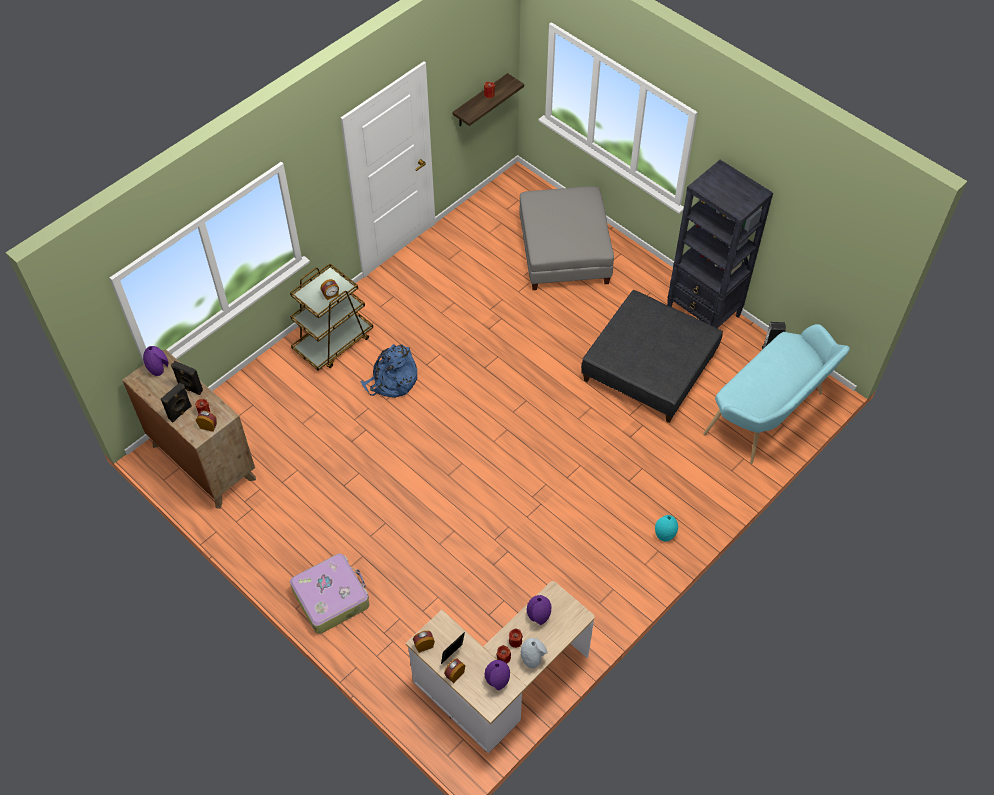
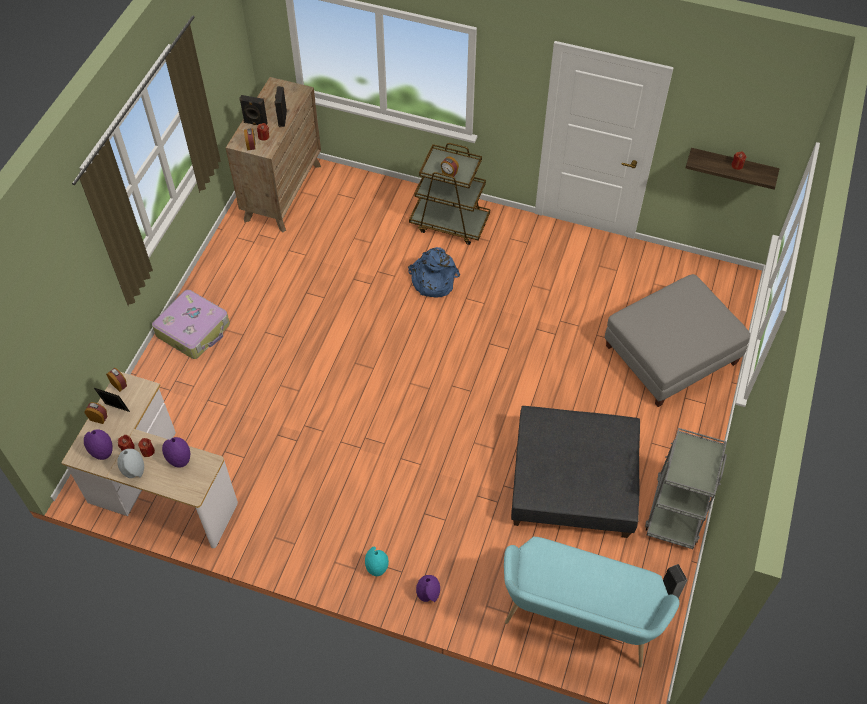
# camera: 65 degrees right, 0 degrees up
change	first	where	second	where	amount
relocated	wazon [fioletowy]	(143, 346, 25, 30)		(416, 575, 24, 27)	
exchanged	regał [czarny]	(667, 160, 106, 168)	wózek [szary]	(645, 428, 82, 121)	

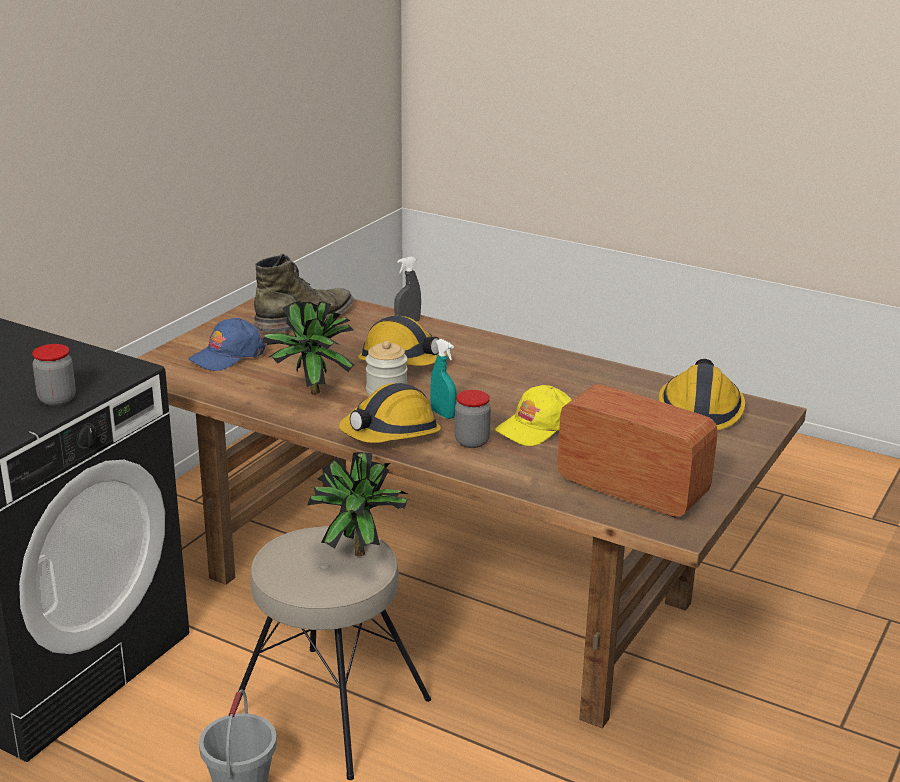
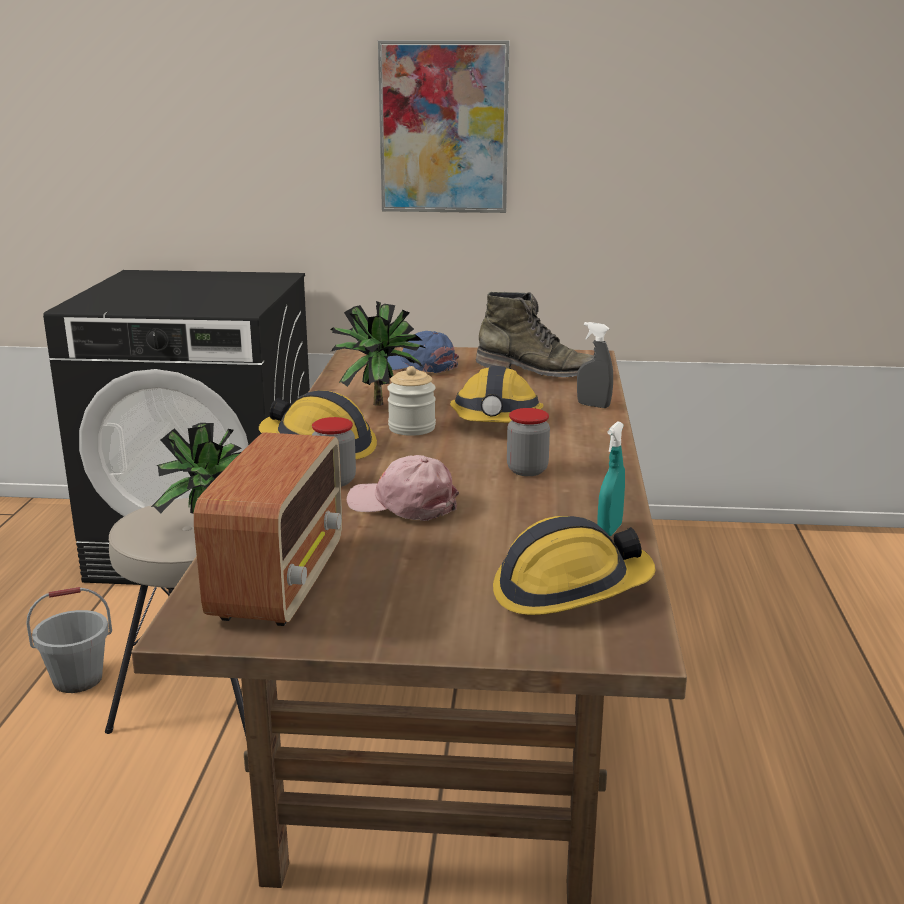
# camera: 65 degrees right, 5 degrees down
change	first	where	second	where	amount
appeared			obraz	(378, 40, 131, 173)	
relocated	słoik	(32, 344, 44, 62)		(507, 408, 43, 68)	
relocated	spryskiwacz [turkusowy]	(430, 339, 27, 80)		(597, 421, 28, 115)	
colour	czapka z daszkiem [żółty]	(495, 385, 77, 61)	czapka z daszkiem [różowy]	(347, 455, 112, 66)	

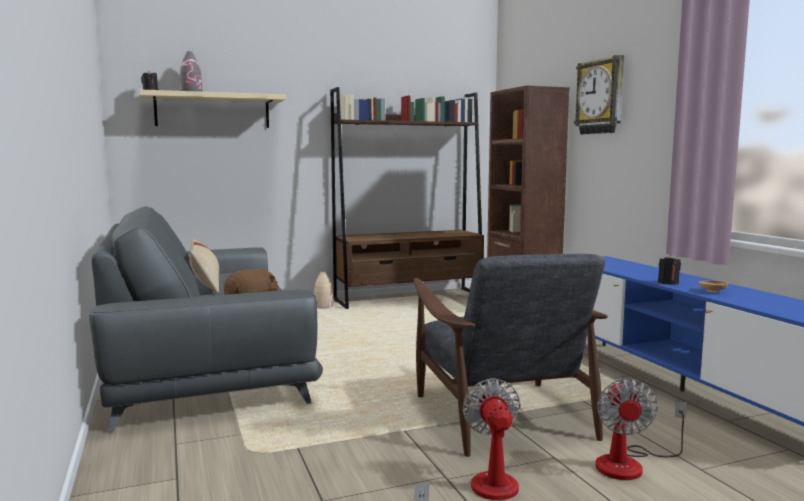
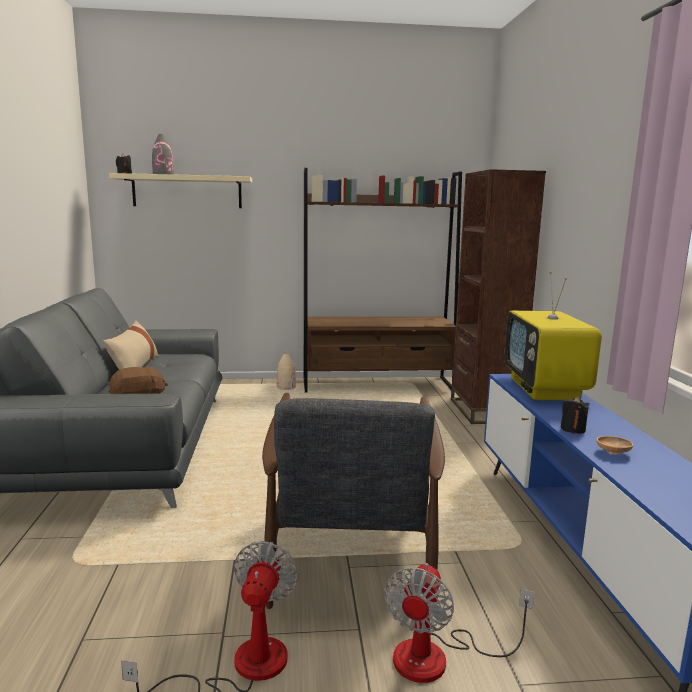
# camera: 15 degrees right, 5 degrees up
change	first	where	second	where	amount
missing	zegar ścienny	(574, 55, 50, 79)			
appeared			telewizor	(504, 272, 98, 128)	

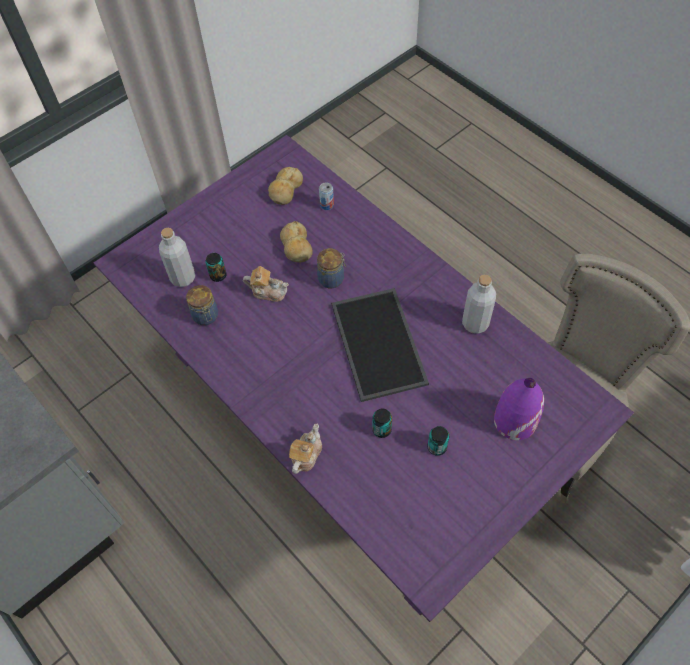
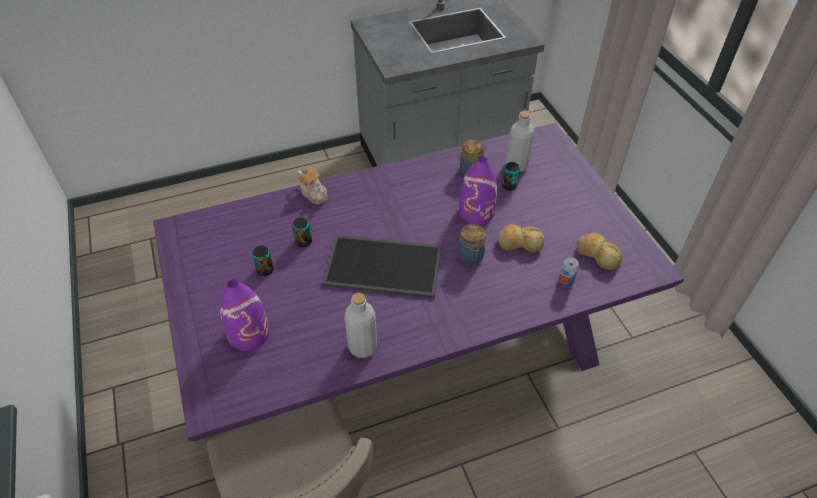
# camera: 110 degrees right, 10 degrees down
change	first	where	second	where	amount
exchanged	imbryk	(243, 266, 46, 36)	wazon [fioletowy]	(459, 157, 38, 67)	

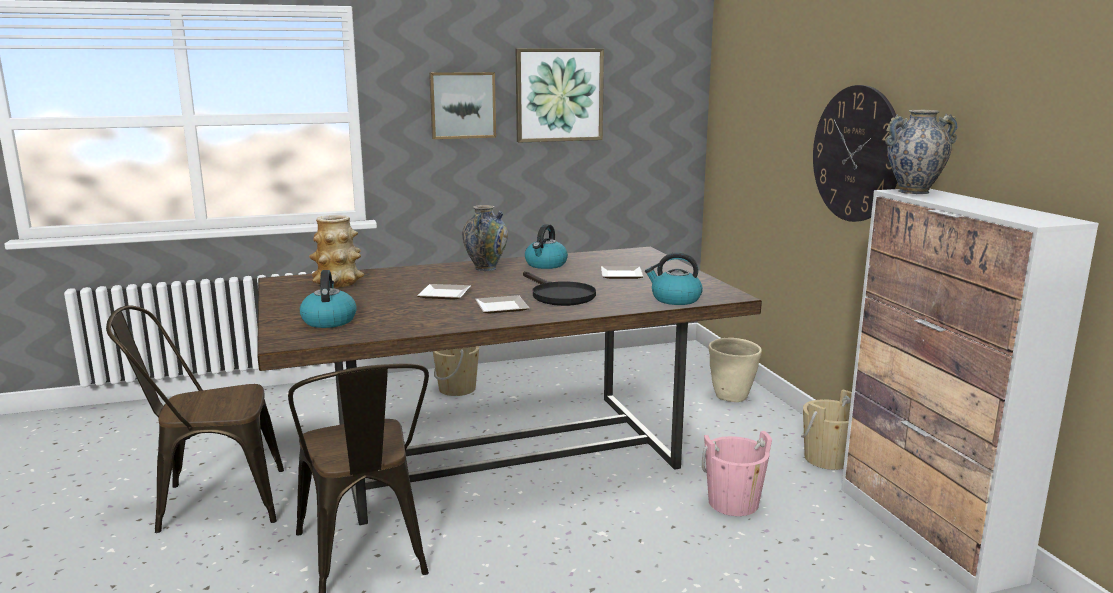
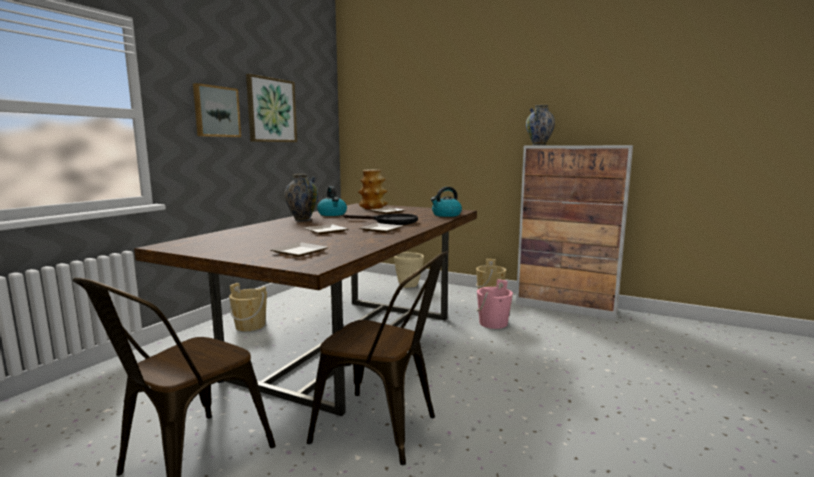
# camera: 45 degrees left, 5 degrees down
change	first	where	second	where	amount
missing	zegar ścienny	(813, 85, 87, 137)			
relocated	wazon	(309, 215, 55, 73)		(358, 169, 30, 41)	
exchanged	czajnik	(300, 270, 57, 58)	talerz	(270, 242, 59, 15)	

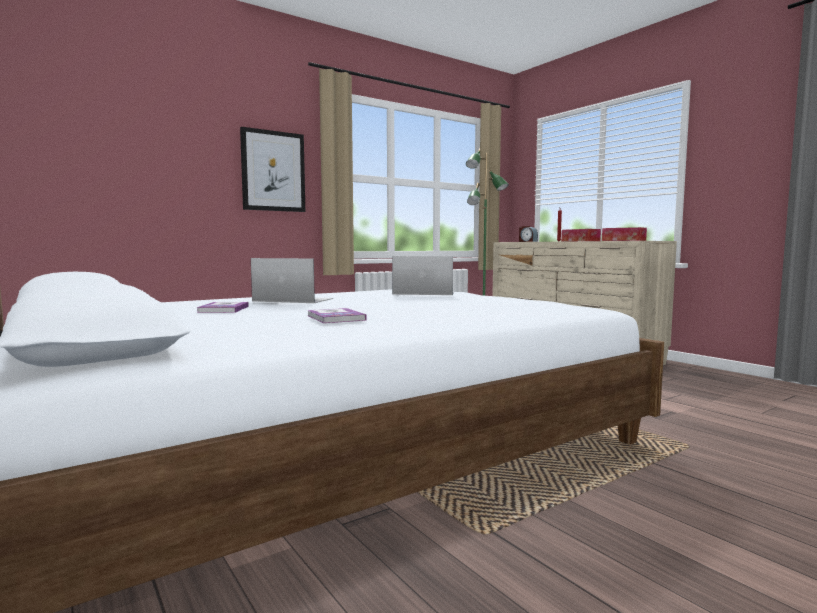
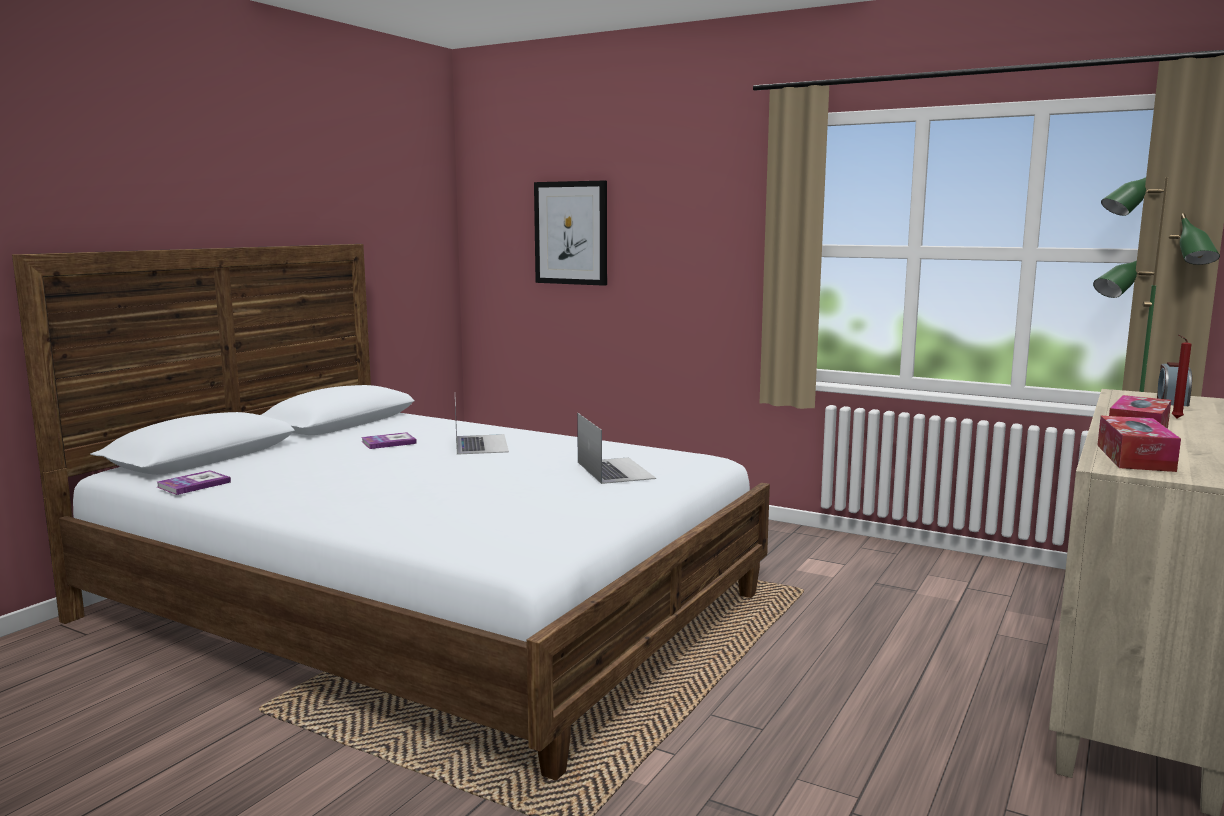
# camera: 65 degrees right, 5 degrees up
change	first	where	second	where	amount
relocated	obraz	(240, 127, 65, 85)		(534, 181, 73, 105)	
relocated	książka	(308, 308, 58, 15)		(157, 470, 74, 25)	

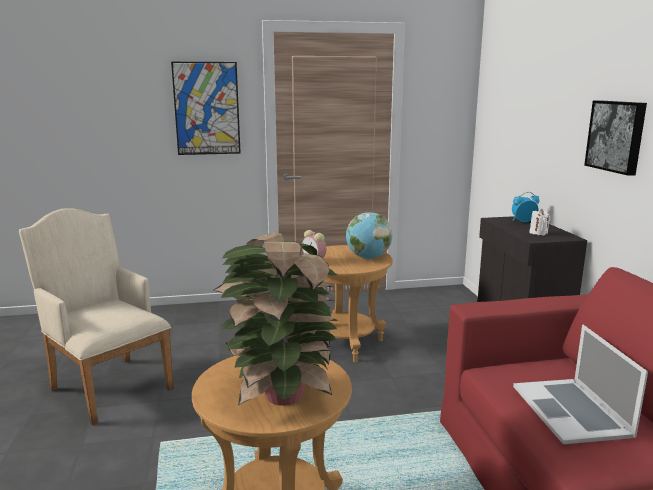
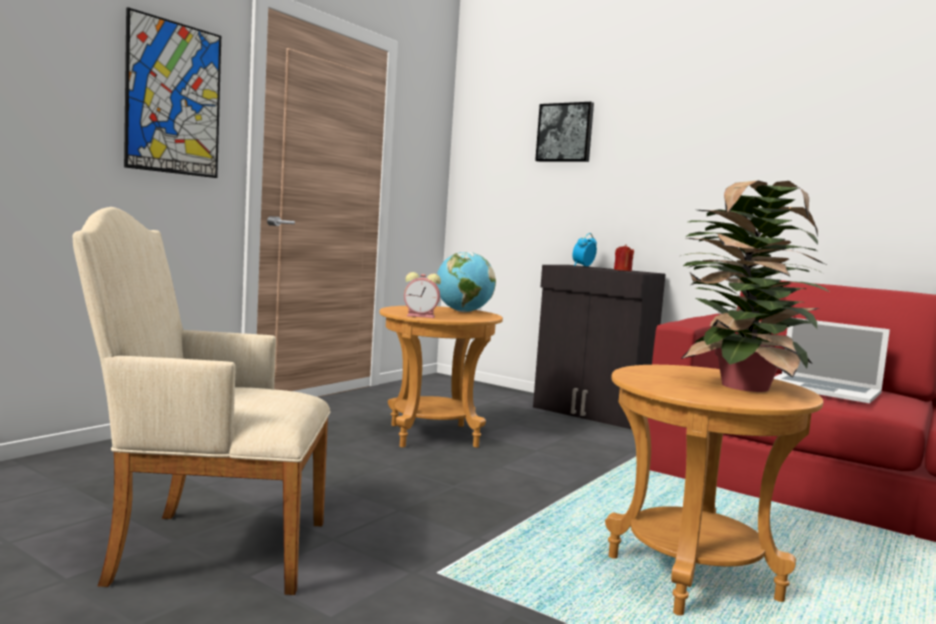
# camera: 45 degrees left, 10 degrees down
change	first	where	second	where	amount
relocated	obraz	(584, 100, 63, 76)		(535, 102, 59, 60)	
colour	świeca [biały]	(529, 209, 21, 27)	świeca [czerwony]	(614, 244, 20, 27)	

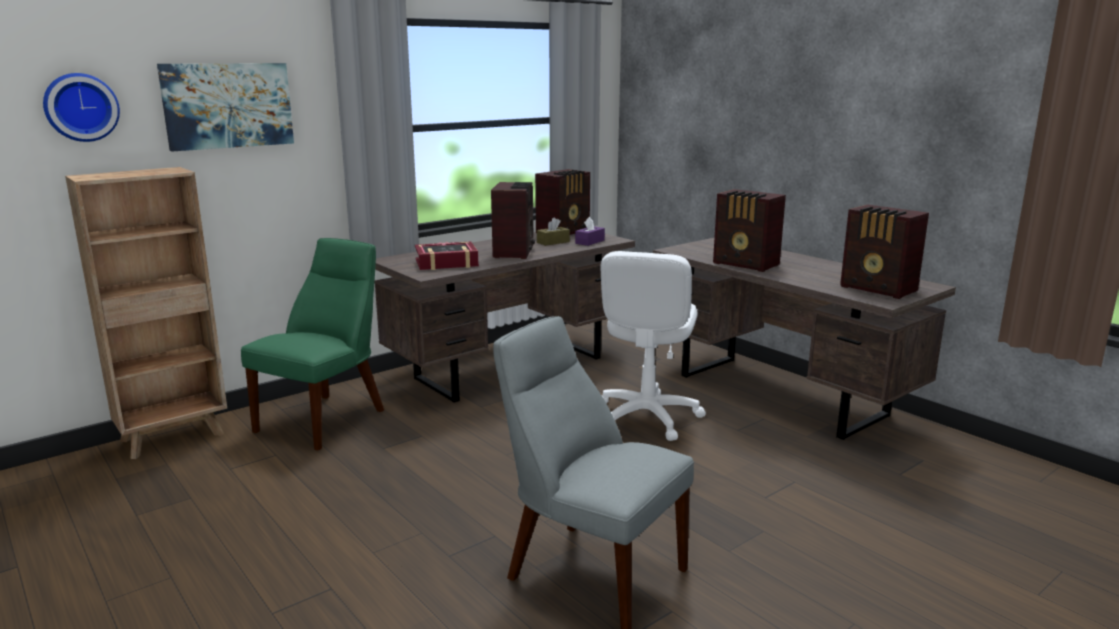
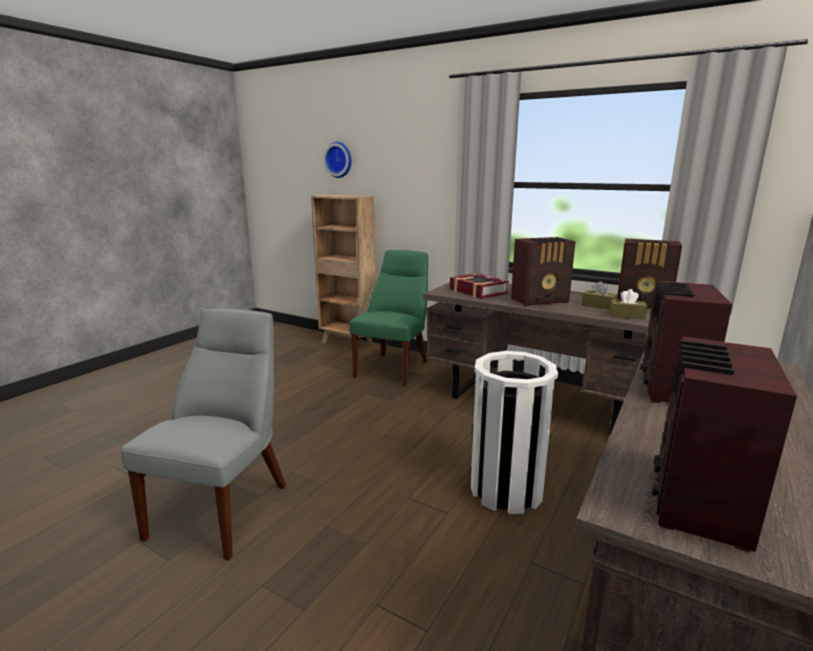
# camera: 70 degrees right, 0 degrees up
change	first	where	second	where	amount
missing	obraz	(157, 63, 137, 88)			
exchanged	krzesło biurowe [biały]	(600, 251, 106, 190)	kosz na śmieci [biały]	(471, 351, 87, 163)	
colour	pudełko chusteczek [fioletowy]	(575, 217, 30, 29)	pudełko chusteczek [brązowy]	(610, 289, 38, 31)	
spun	krzesło [zielony]	(241, 238, 143, 213)		(349, 250, 79, 136)	75 degrees counterclockwise

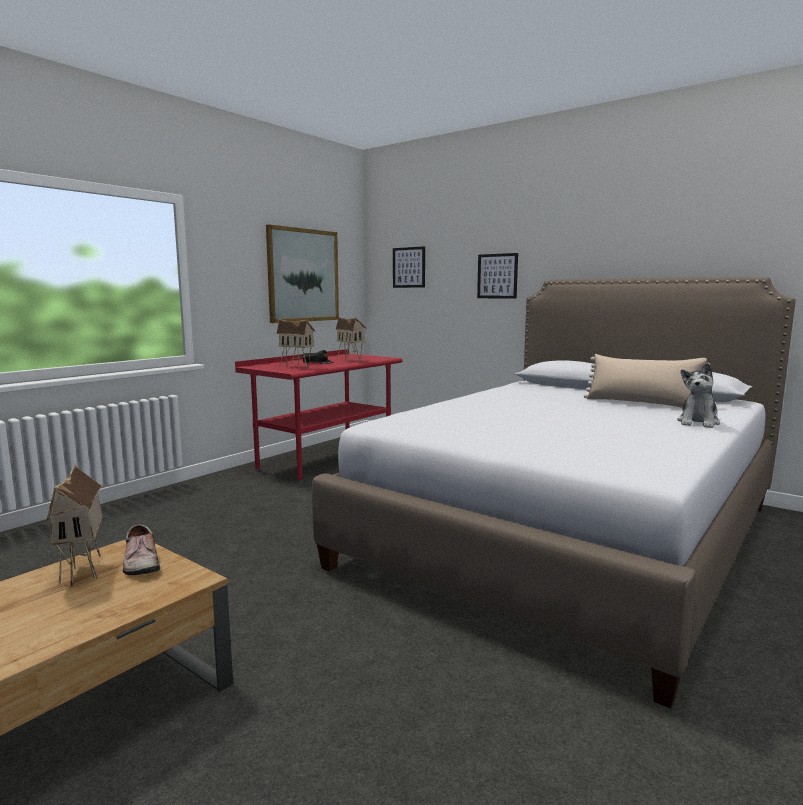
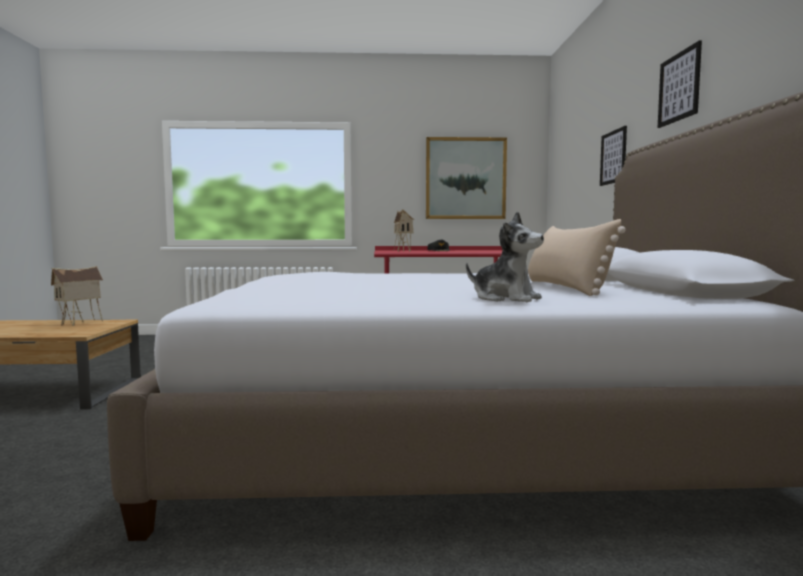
# camera: 50 degrees right, 5 degrees down
change	first	where	second	where	amount
missing	but	(123, 525, 37, 50)			
missing	domek	(335, 317, 31, 46)			
relocated	obraz	(393, 246, 32, 42)		(658, 40, 44, 88)	
spun	pluszak	(677, 363, 43, 65)		(466, 211, 78, 92)	135 degrees counterclockwise

